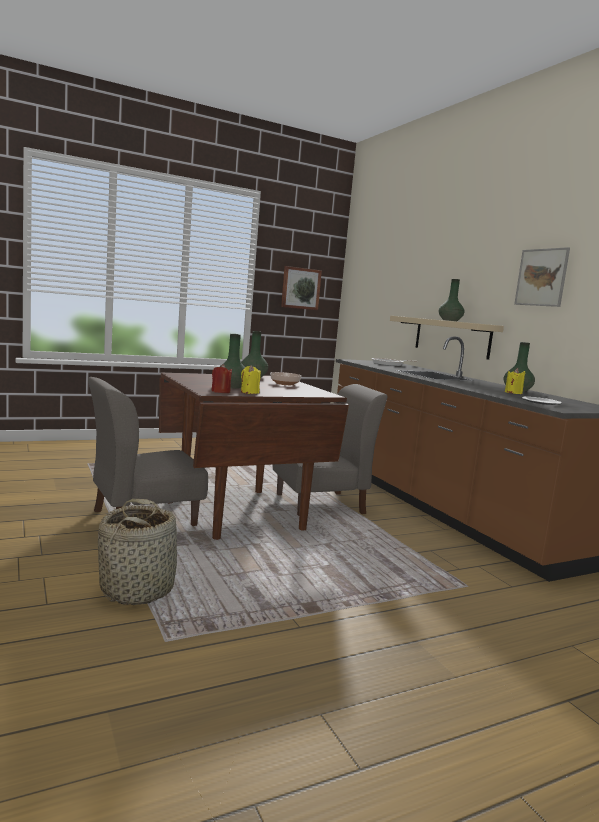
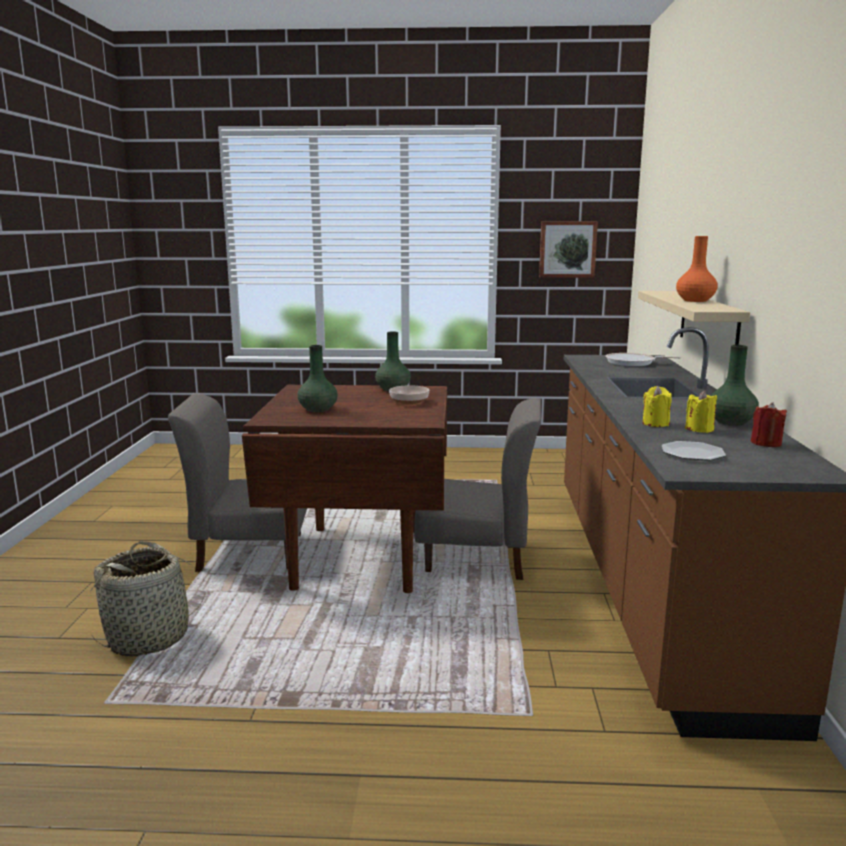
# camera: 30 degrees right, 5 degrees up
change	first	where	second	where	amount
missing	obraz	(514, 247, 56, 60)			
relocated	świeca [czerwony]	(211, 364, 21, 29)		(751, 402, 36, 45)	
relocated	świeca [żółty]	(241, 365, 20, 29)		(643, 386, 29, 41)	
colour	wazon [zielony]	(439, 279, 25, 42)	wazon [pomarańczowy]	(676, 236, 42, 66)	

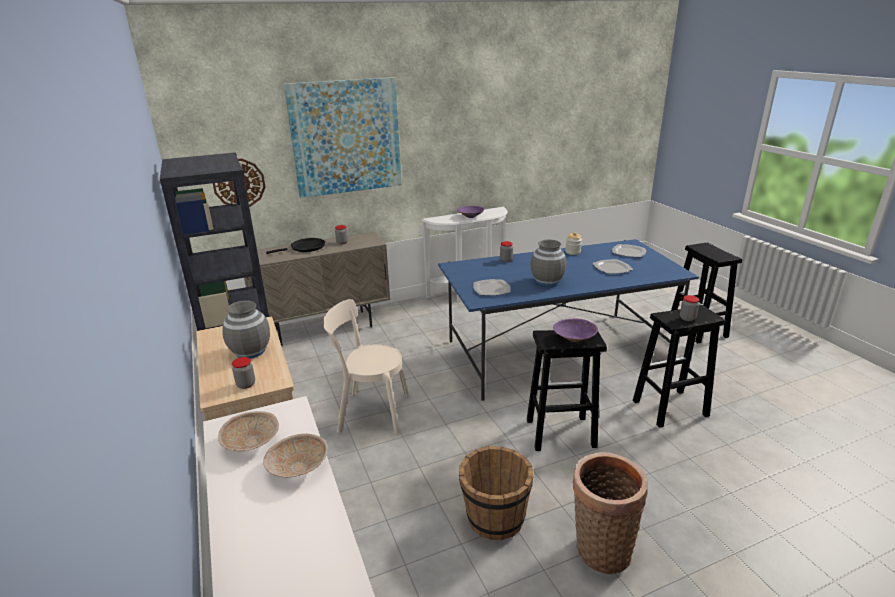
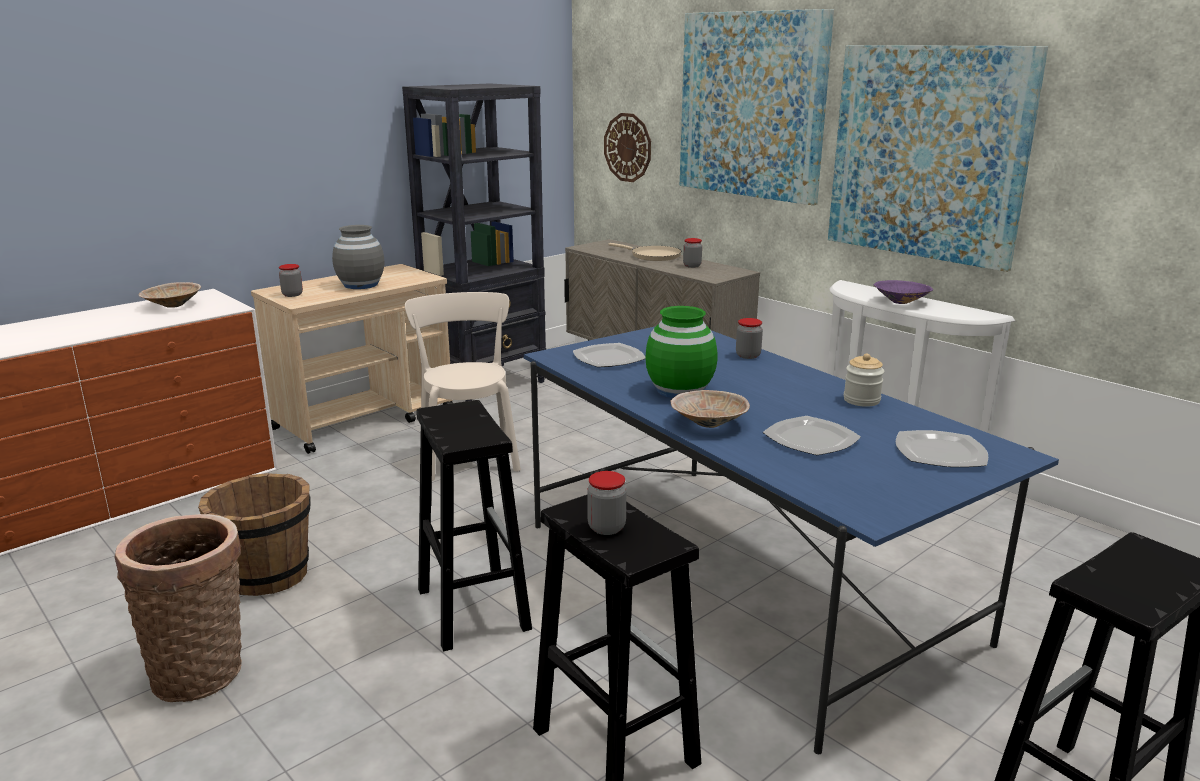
# camera: 70 degrees right, 5 degrees down
change	first	where	second	where	amount
missing	miska [fioletowy]	(553, 319, 45, 23)			
appeared			obraz	(828, 45, 220, 227)	
relocated	miska [beżowy]	(263, 433, 65, 45)		(671, 390, 79, 38)	
colour	patelnia [czarny]	(266, 238, 59, 16)	patelnia [beżowy]	(608, 243, 74, 18)	
colour	wazon [szary]	(530, 240, 37, 46)	wazon [zielony]	(645, 306, 72, 92)	

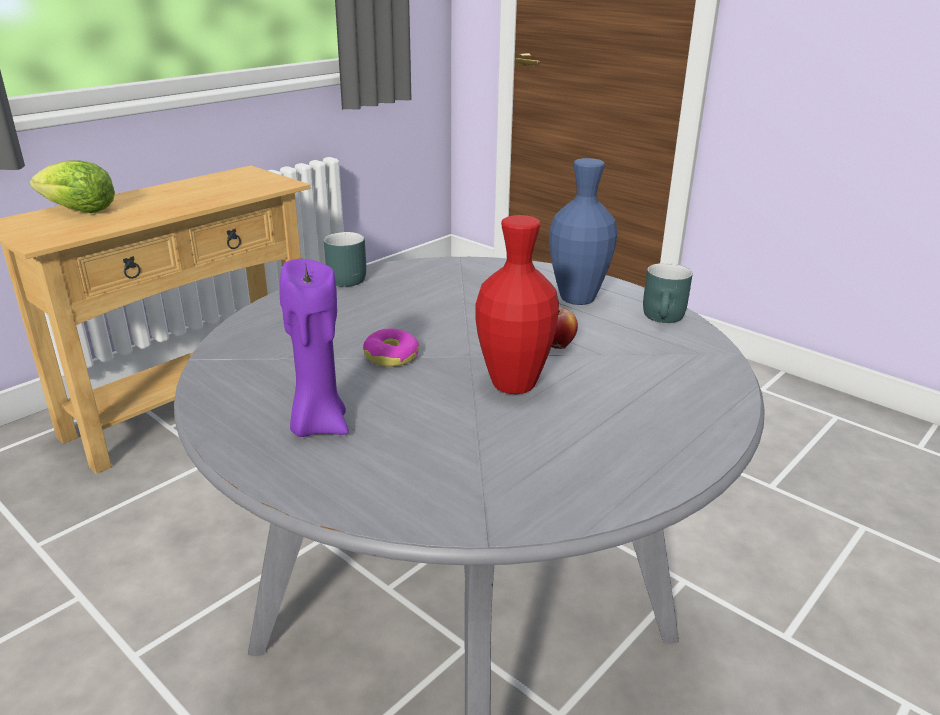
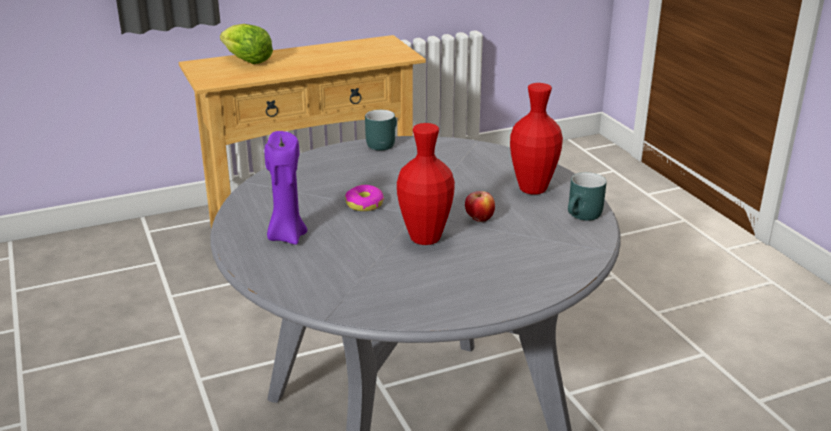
# camera: 25 degrees right, 0 degrees up
change	first	where	second	where	amount
colour	wazon [niebieski]	(549, 158, 68, 147)	wazon [czerwony]	(510, 83, 53, 112)	

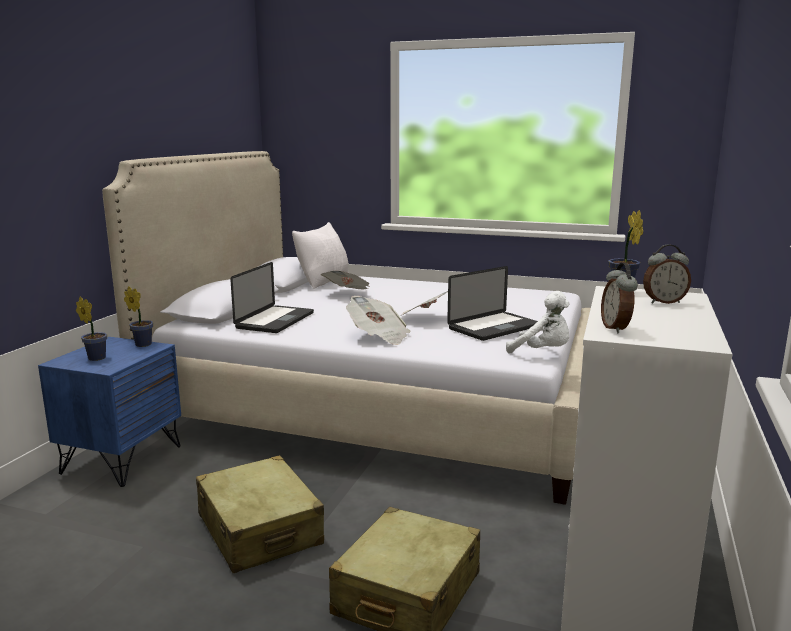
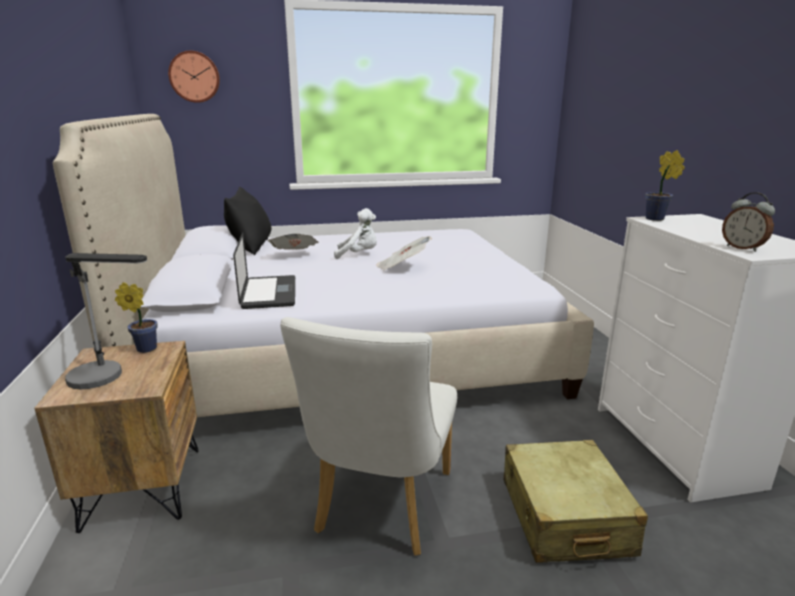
# camera: 30 degrees left, 5 degrees up
change	first	where	second	where	amount
missing	gazeta	(346, 296, 64, 49)			
missing	laptop	(447, 266, 91, 75)			
missing	budzik	(643, 244, 48, 60)			
appeared			zegar ścienny	(168, 51, 52, 52)	
relocated	pluszak [biały]	(506, 291, 64, 62)		(334, 208, 43, 51)	
exchanged	roślina doniczkowa	(76, 297, 31, 64)	lampa stołowa	(65, 253, 82, 137)	
exchanged	walizka [beżowy]	(196, 455, 128, 118)	krzesło [biały]	(280, 317, 177, 238)	
colour	szafka nocna [niebieski]	(38, 337, 143, 150)	szafka nocna [brązowy]	(34, 341, 165, 192)	
colour	poduszka [biały]	(292, 222, 57, 67)	poduszka [czarny]	(224, 187, 48, 68)	

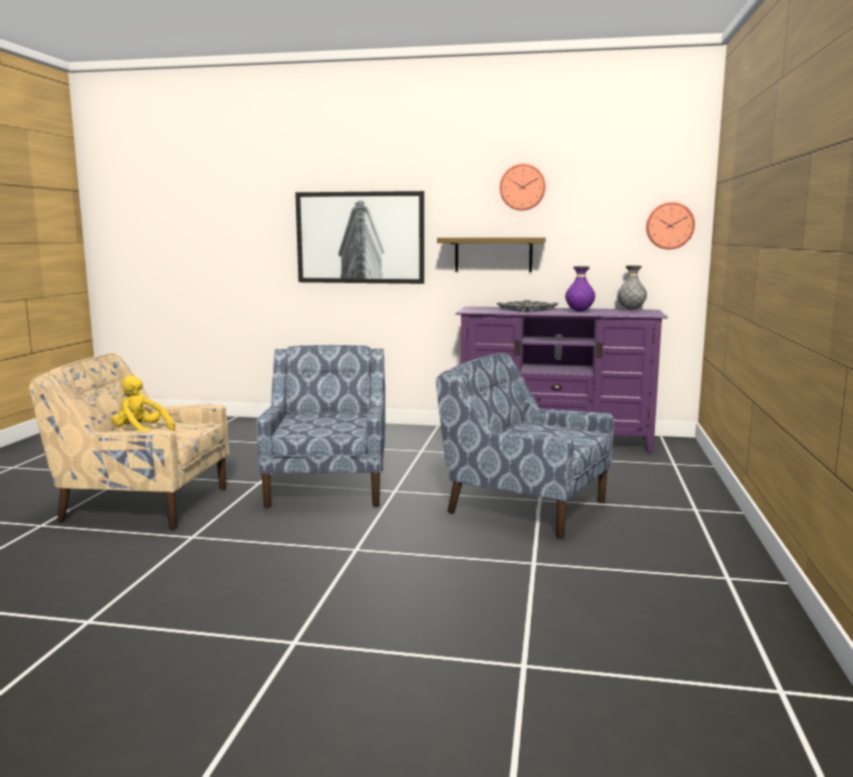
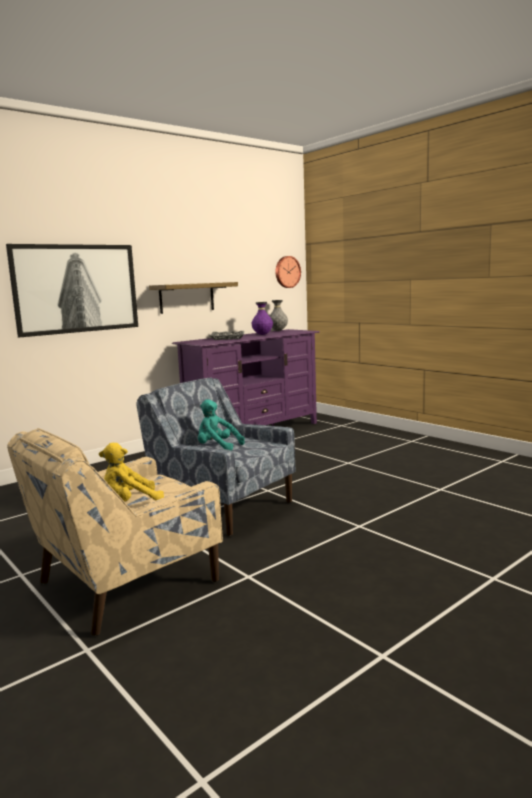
# camera: 50 degrees left, 0 degrees up
change	first	where	second	where	amount
missing	fotel [niebieski]	(436, 352, 178, 187)			
missing	zegar ścienny	(500, 164, 45, 47)			
appeared			pluszak [turkusowy]	(198, 399, 47, 52)	

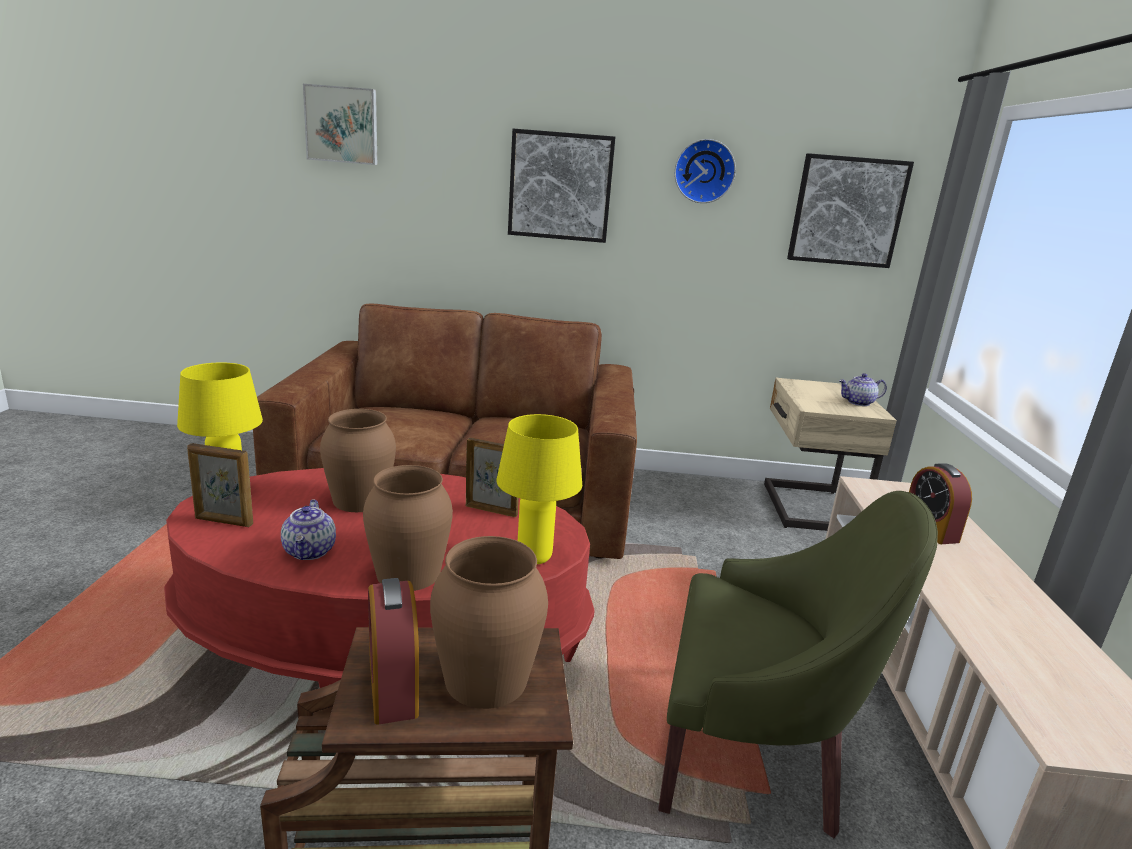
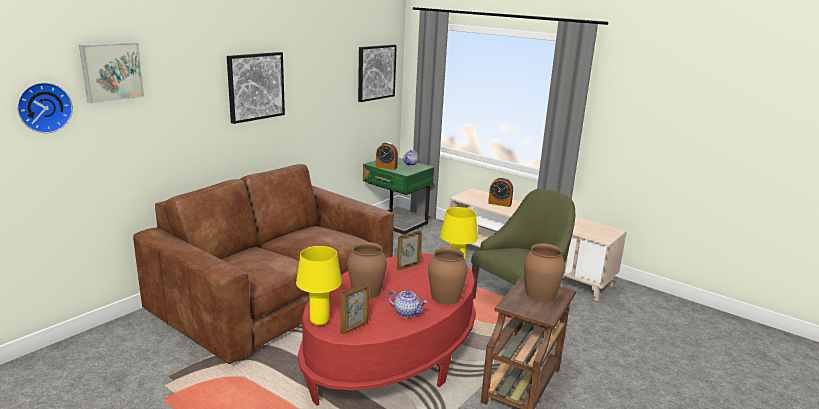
# camera: 55 degrees left, 0 degrees up
change	first	where	second	where	amount
relocated	budzik	(368, 578, 51, 146)		(376, 142, 22, 28)	
relocated	zegar ścienny	(674, 139, 62, 64)		(17, 82, 56, 51)	
colour	szafka nocna [beżowy]	(764, 378, 133, 153)	szafka nocna [zielony]	(363, 158, 71, 77)	

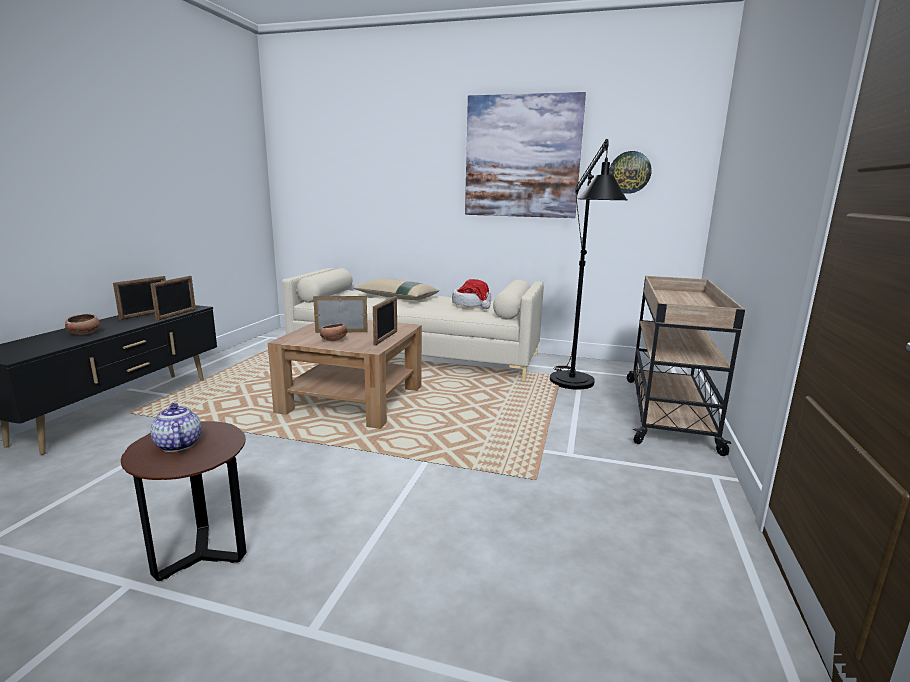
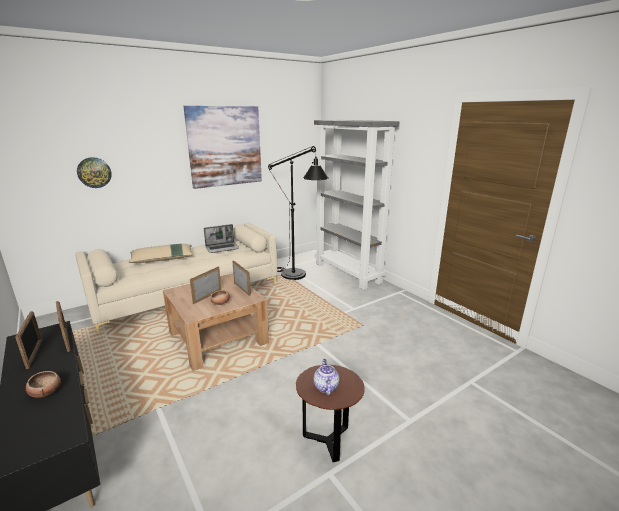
# camera: 50 degrees left, 5 degrees up
change	first	where	second	where	amount
relocated	zegar ścienny	(609, 151, 43, 43)		(77, 157, 35, 31)	
exchanged	kapelusz	(452, 279, 39, 30)	laptop	(204, 224, 35, 29)	
exchanged	wózek [beżowy]	(627, 276, 118, 180)	regał [szary]	(314, 120, 85, 170)	
spun	imbryk	(150, 403, 52, 49)		(313, 359, 27, 36)	75 degrees clockwise

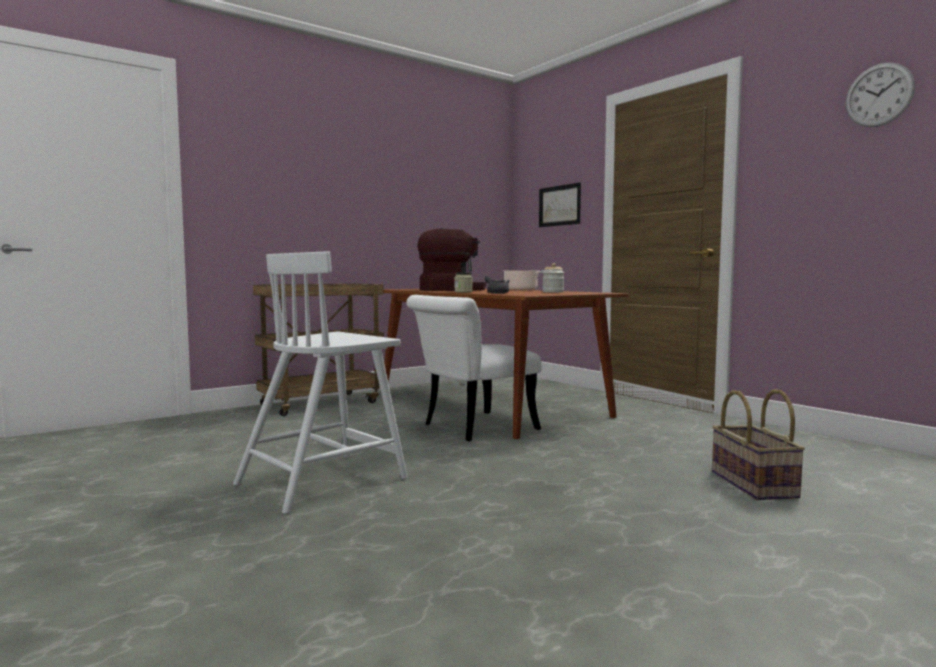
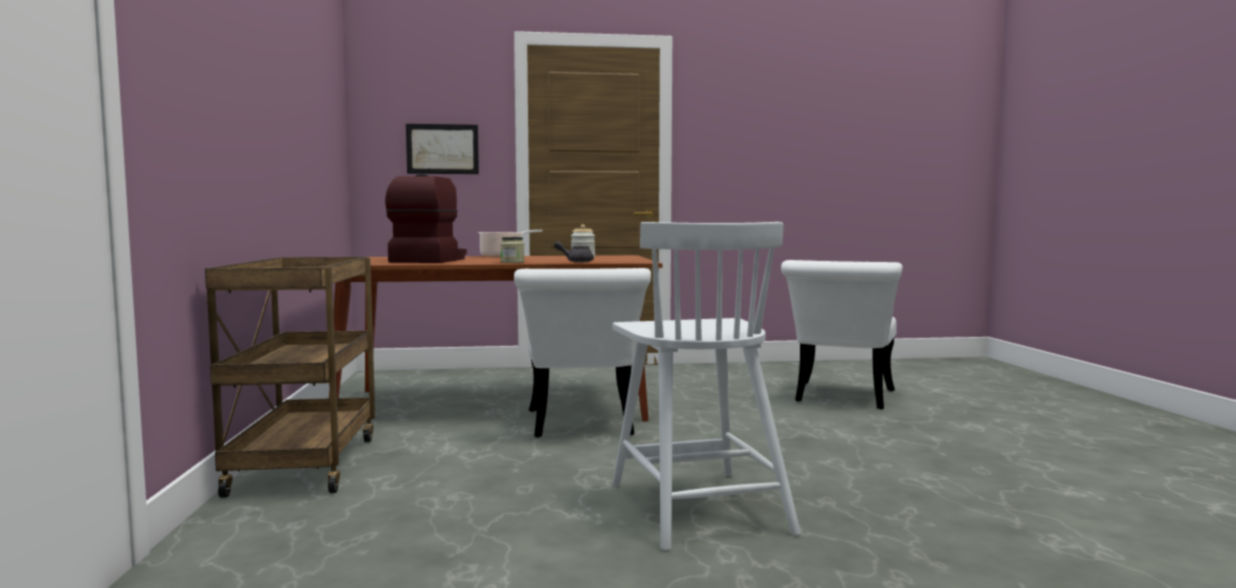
# camera: 60 degrees left, 0 degrees up
change	first	where	second	where	amount
missing	zegar ścienny	(845, 63, 70, 64)			
exchanged	koszyk	(712, 389, 93, 111)	krzesło [biały]	(781, 260, 122, 150)	

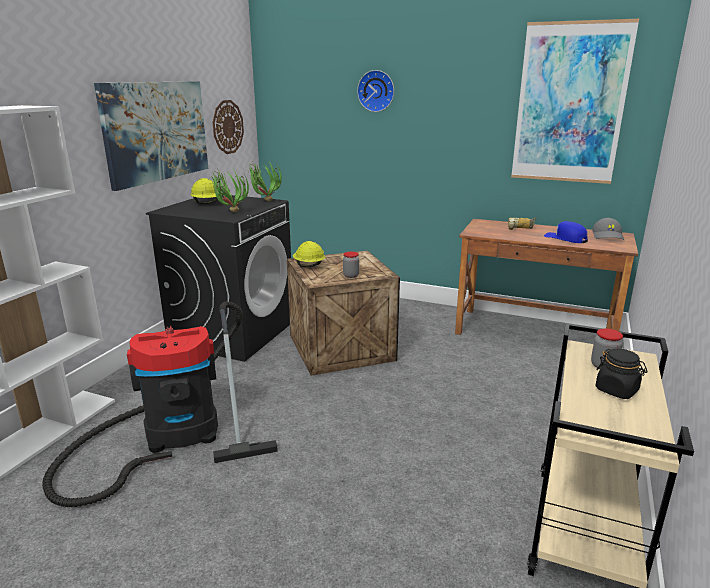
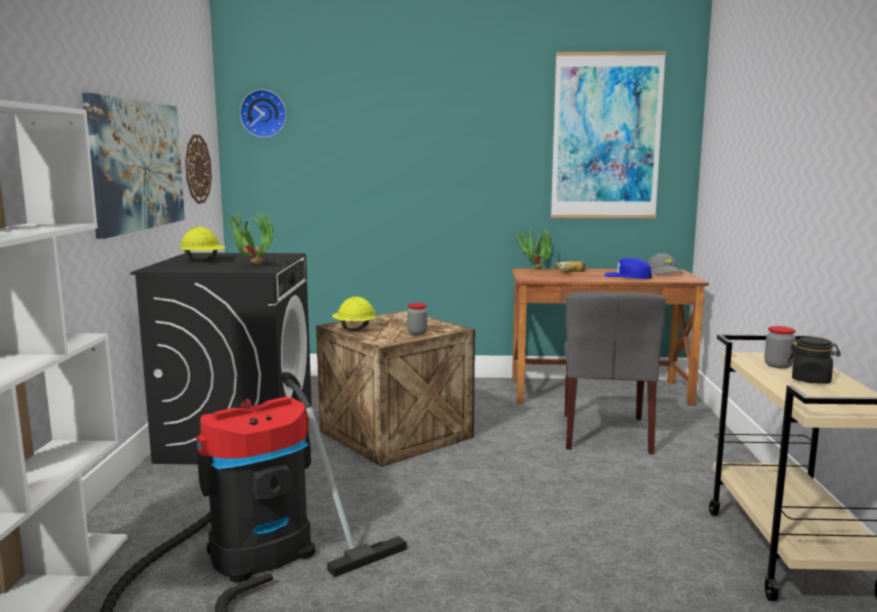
# camera: 20 degrees left, 10 degrees down
change	first	where	second	where	amount
appeared			krzesło [szary]	(564, 292, 102, 162)	
relocated	roślina doniczkowa	(247, 160, 35, 41)		(514, 227, 38, 43)	
relocated	zegar ścienny	(357, 70, 37, 42)		(240, 89, 46, 49)	

